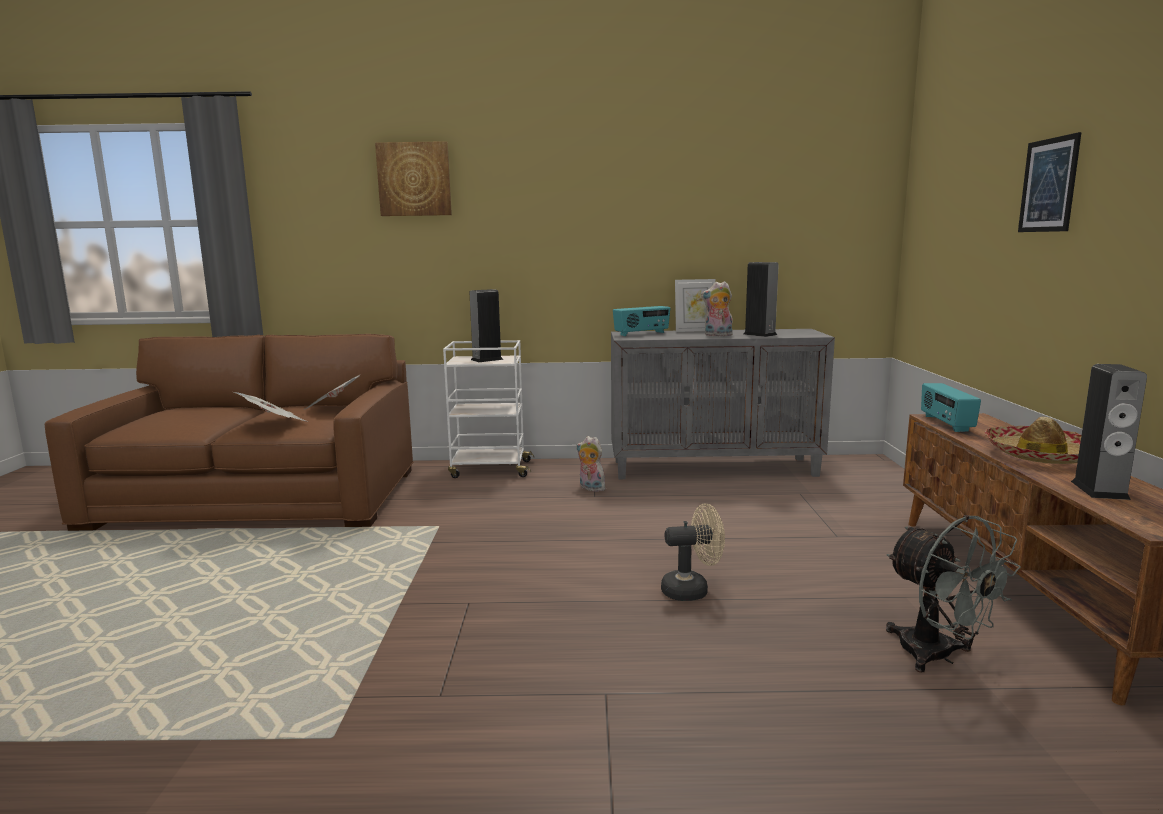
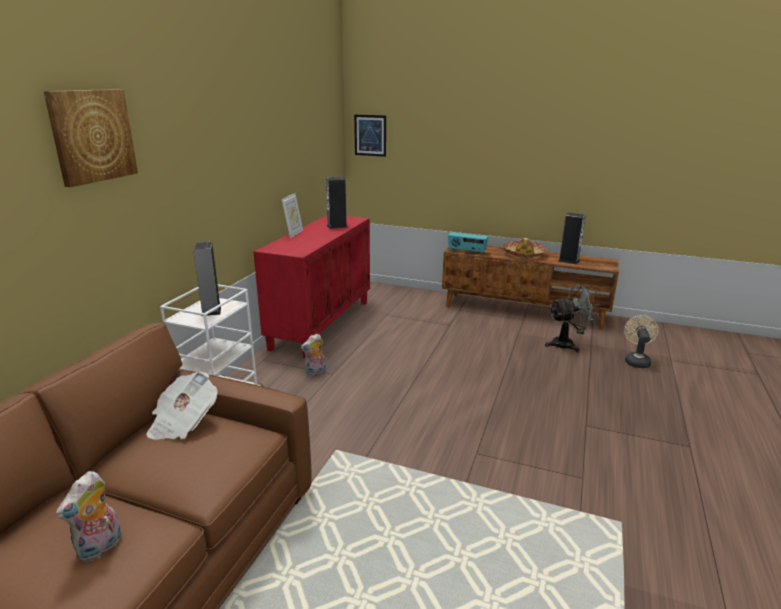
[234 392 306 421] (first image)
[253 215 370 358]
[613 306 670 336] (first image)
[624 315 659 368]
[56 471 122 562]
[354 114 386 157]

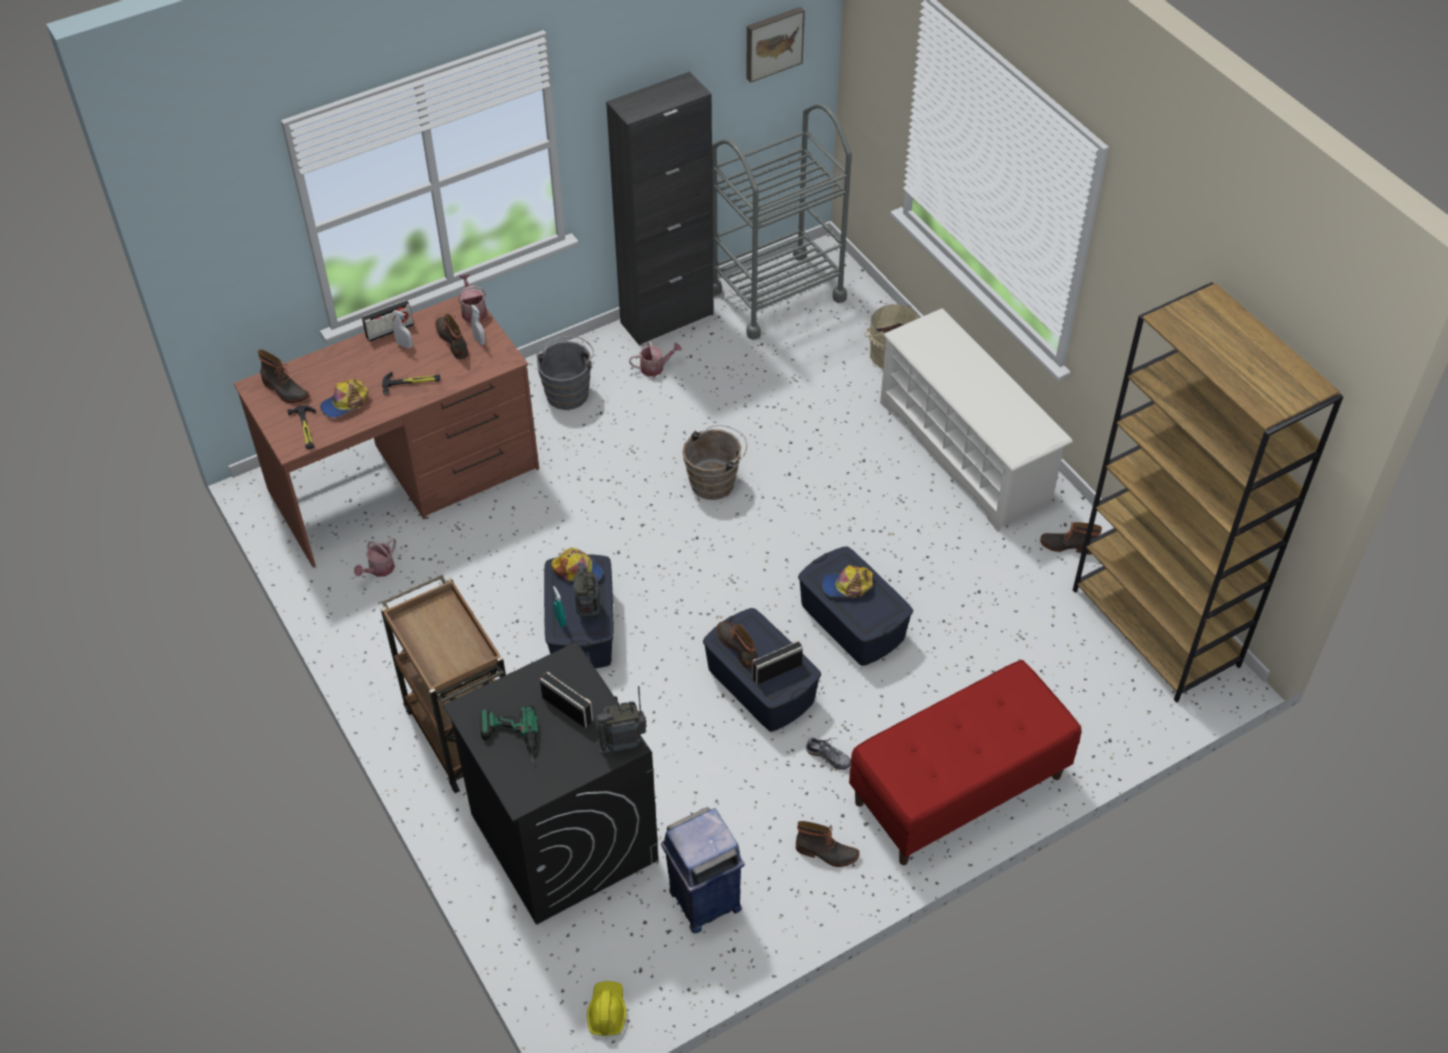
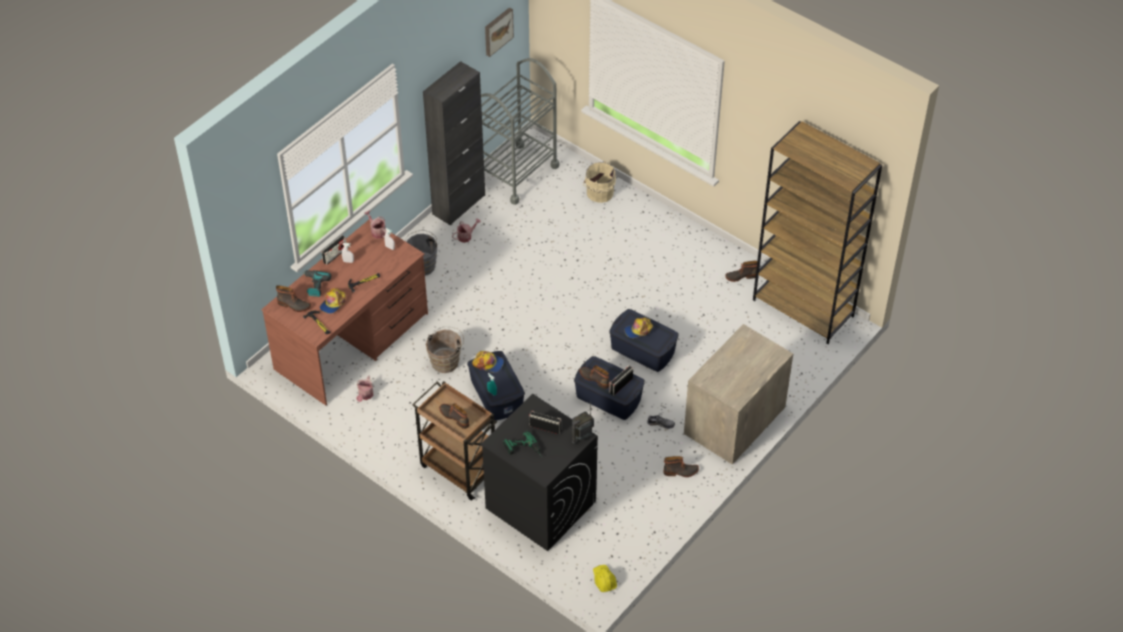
[439 403 469 429]
[574 563 600 618] (first image)
[661 807 745 933] (first image)
[426 326 464 373]
[684 324 793 465]
[880 308 1073 532] (first image)
[302 270 331 297]

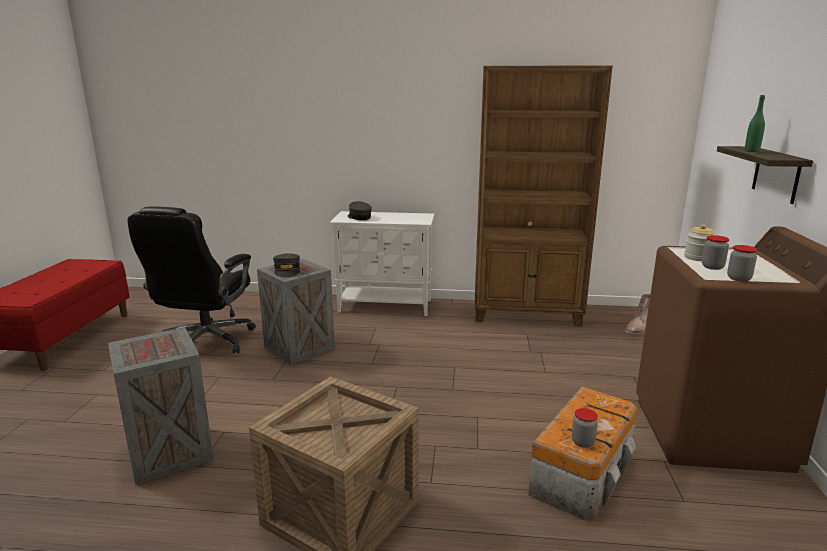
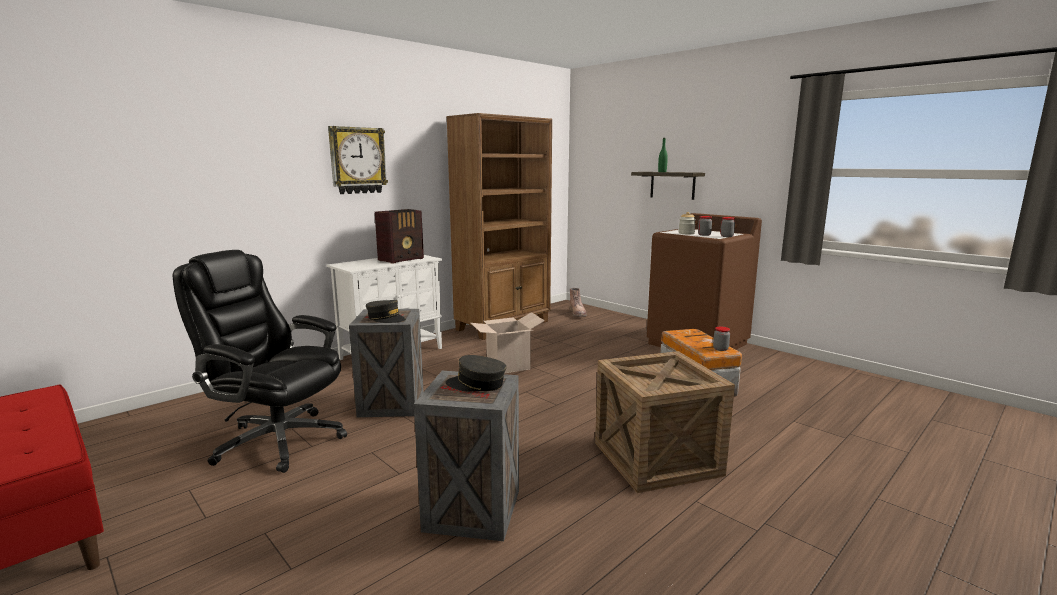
[173 250 347 473]
[445 355 506 392]
[328 126 388 194]
[375 209 424 264]
[471 312 545 374]

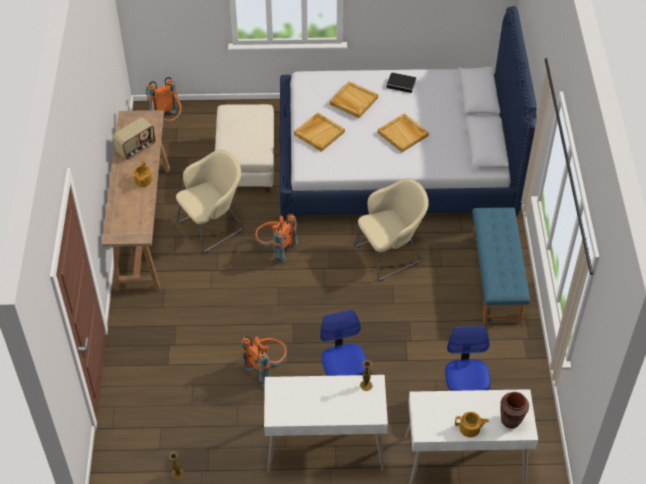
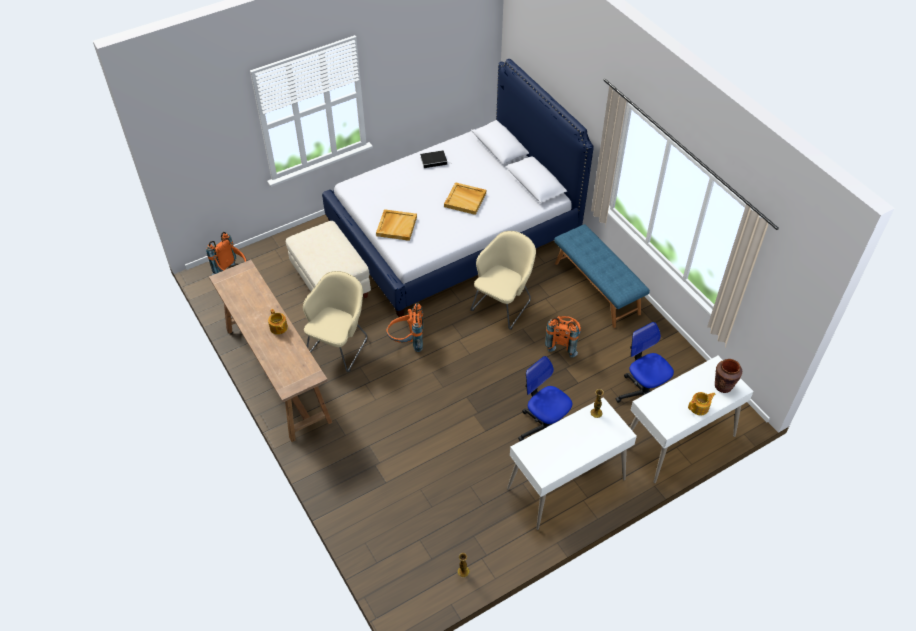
[112 117 155 160] (first image)
[545 316 581 357]
[330 81 378 118] (first image)

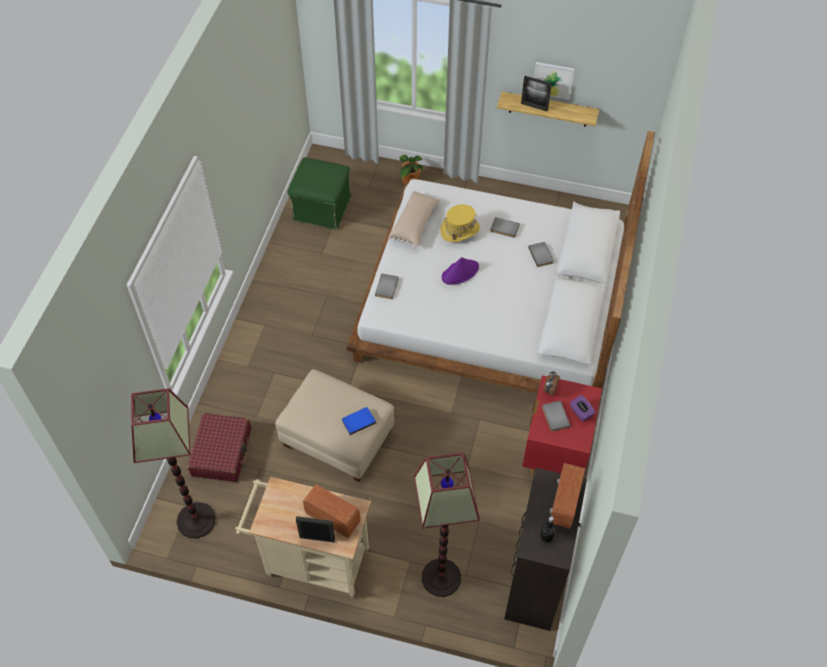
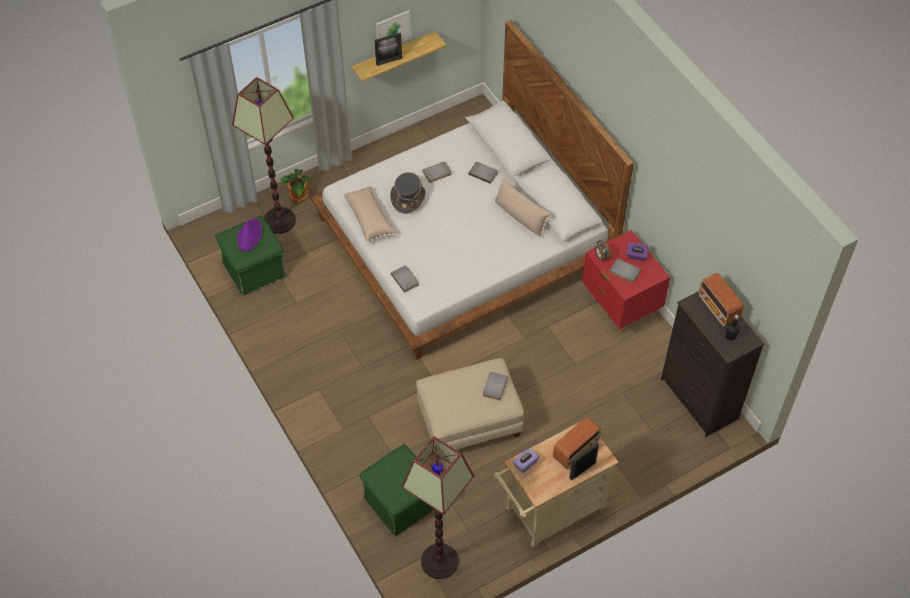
[359 444 435 537]
[553 417 601 469]
[483 372 508 400]
[232 77 296 234]
[390 172 426 214]
[237 219 262 251]
[494 178 552 237]
[513 448 539 473]

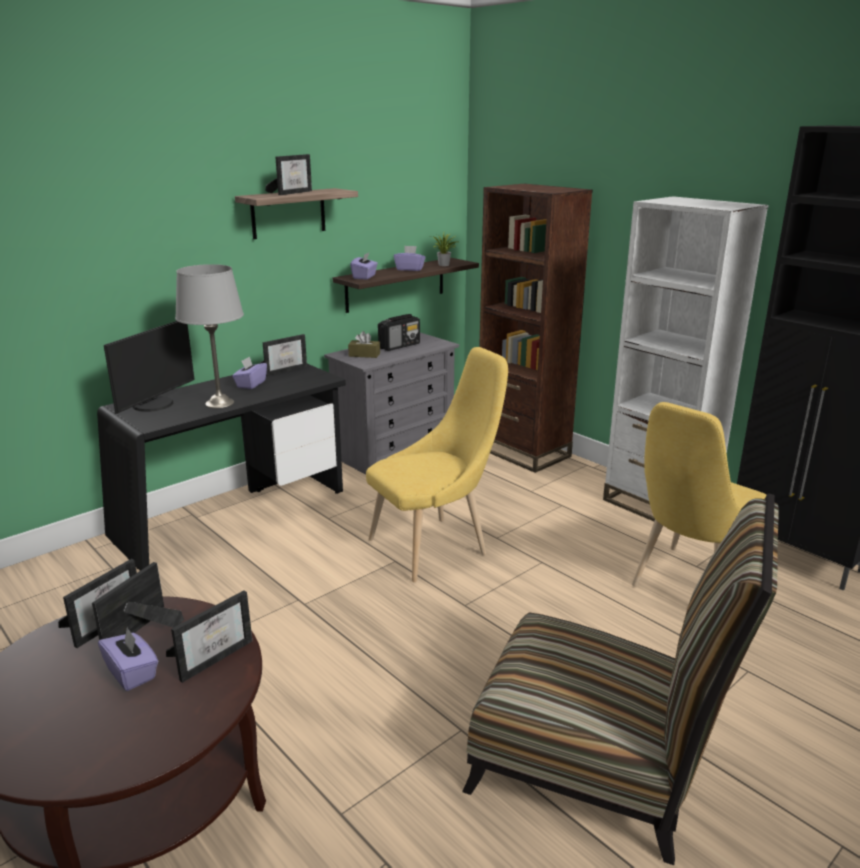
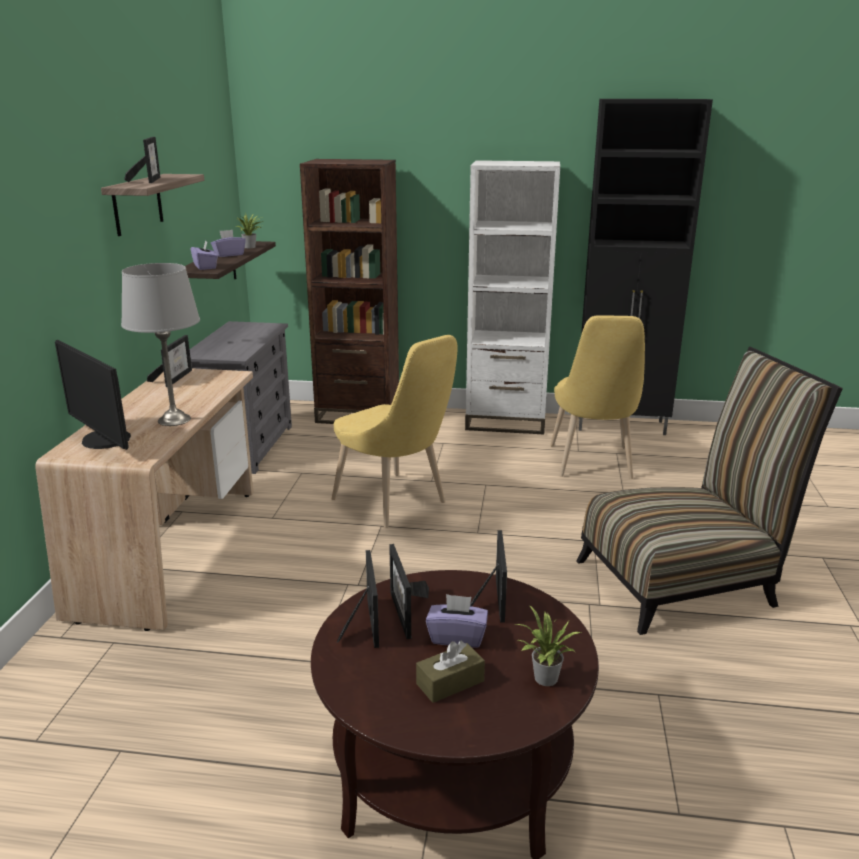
[35 368 253 631]
[55 340 131 450]
[232 356 267 389] (first image)
[416 641 485 703]
[332 335 457 528]
[378 314 420 351] (first image)
[516 605 581 686]

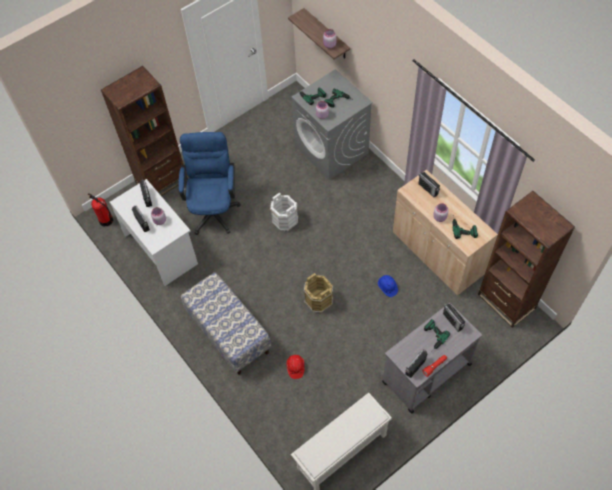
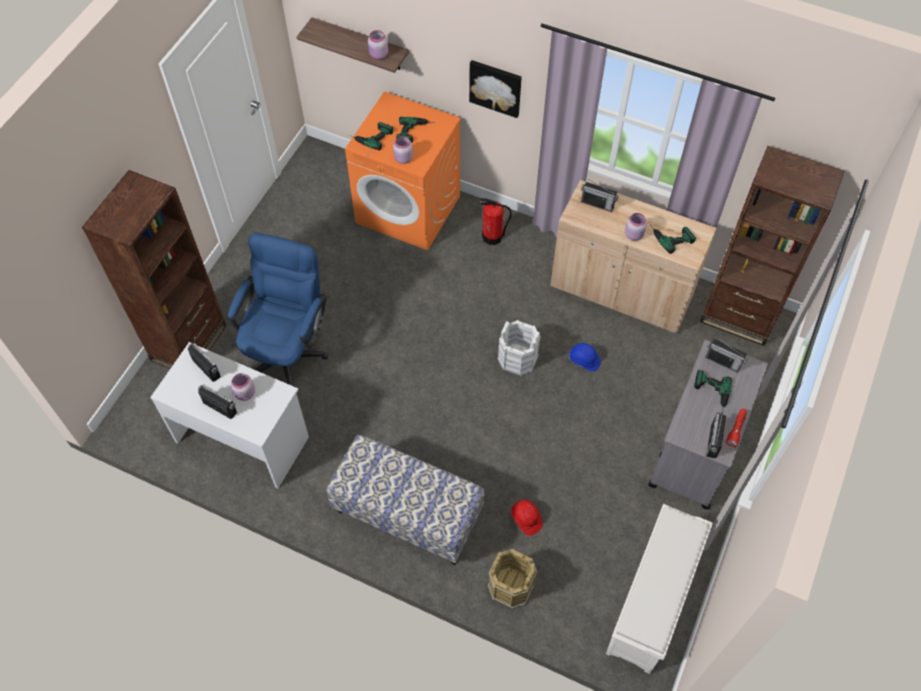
[480 198 512 245]
[228 232 328 386]
[498 320 541 376]
[345 91 461 251]
[488 549 537 609]
[469 60 522 118]

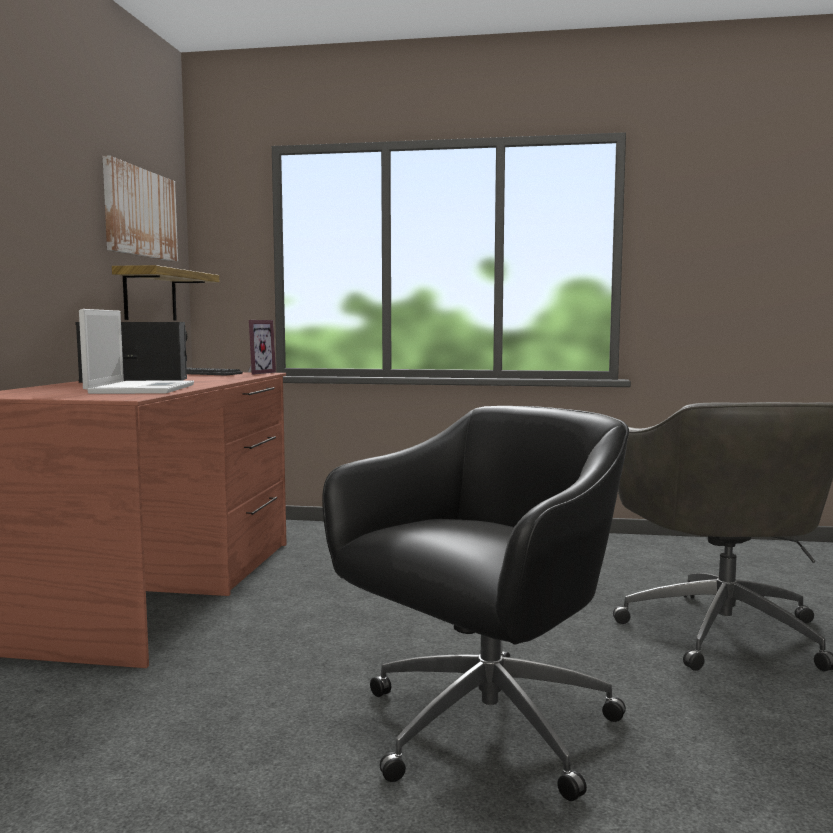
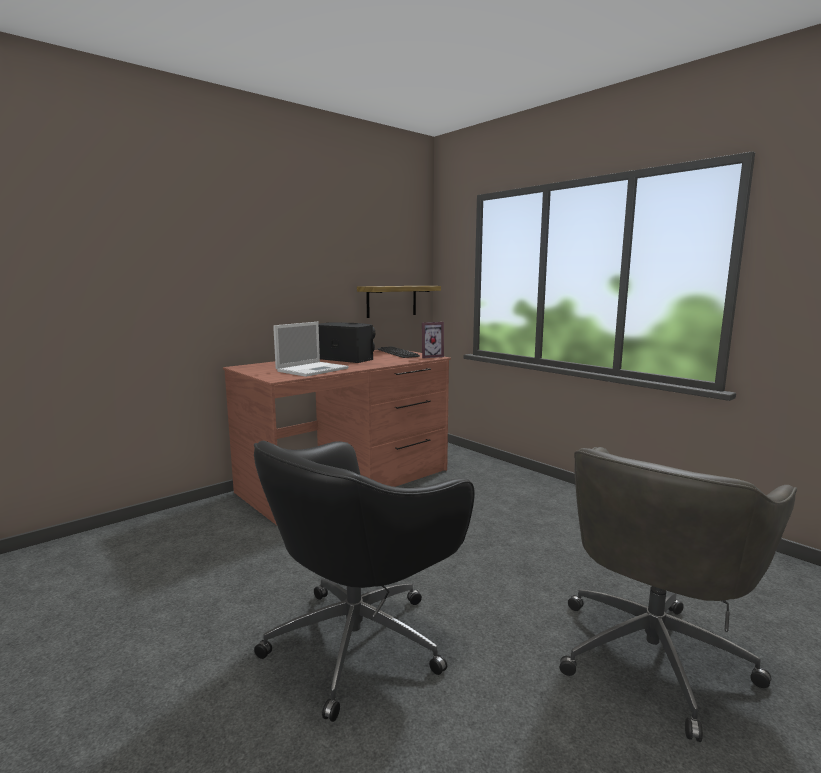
[102 156 178 262] (first image)
[254 441 475 722]

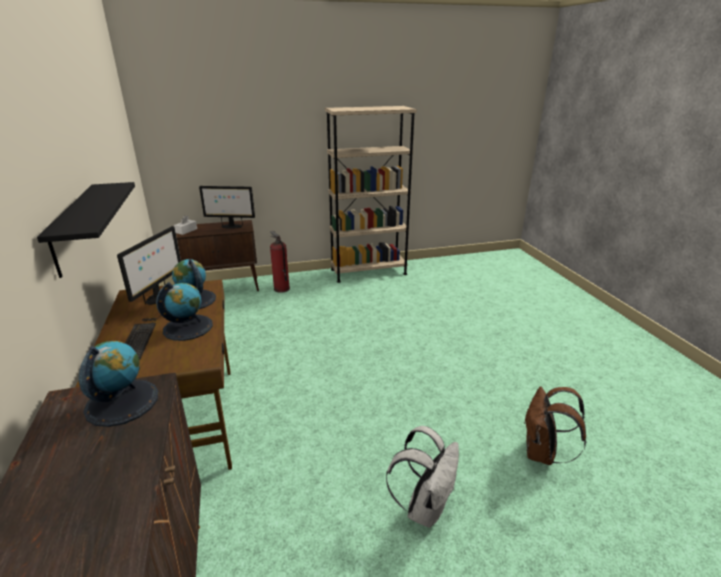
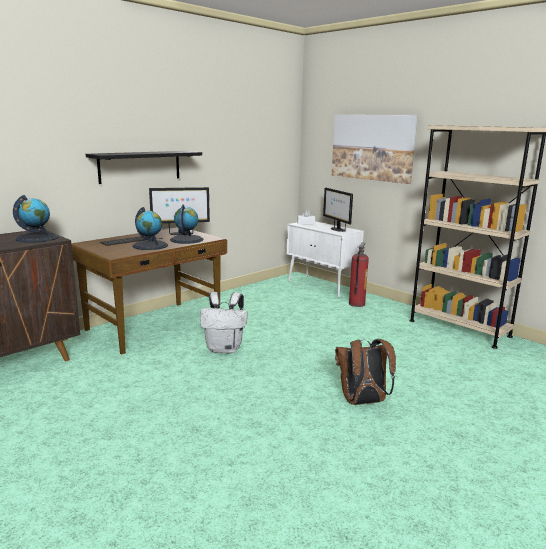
[287 221 364 298]
[200 292 247 353]
[335 339 396 405]
[332 115 418 184]

